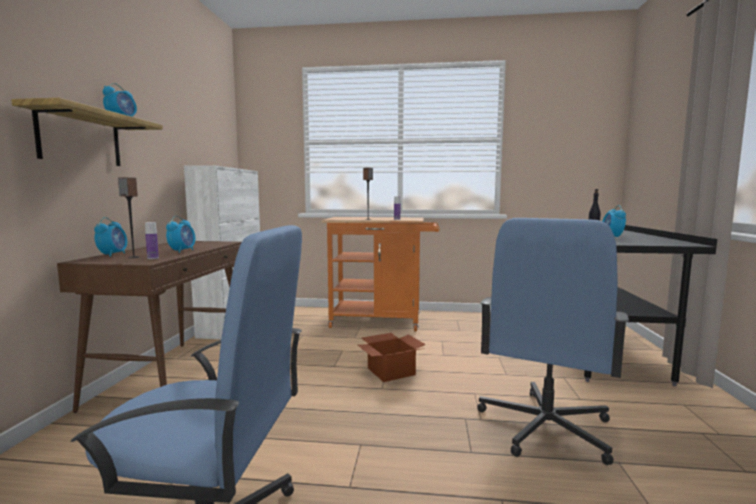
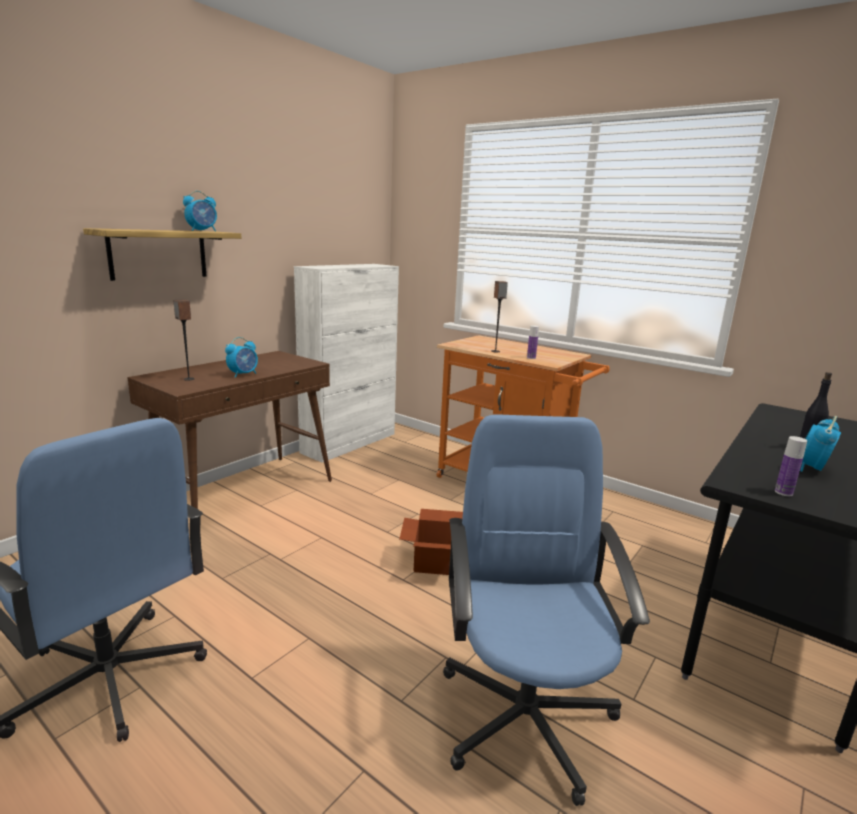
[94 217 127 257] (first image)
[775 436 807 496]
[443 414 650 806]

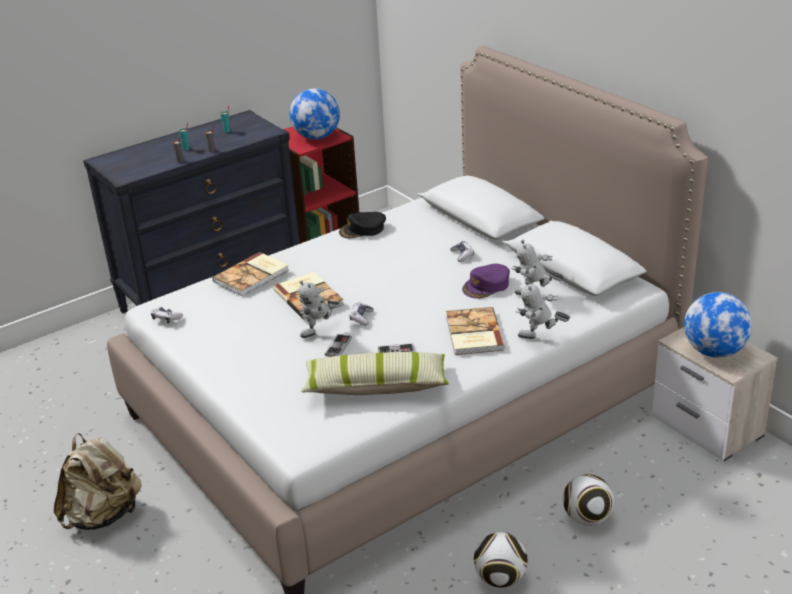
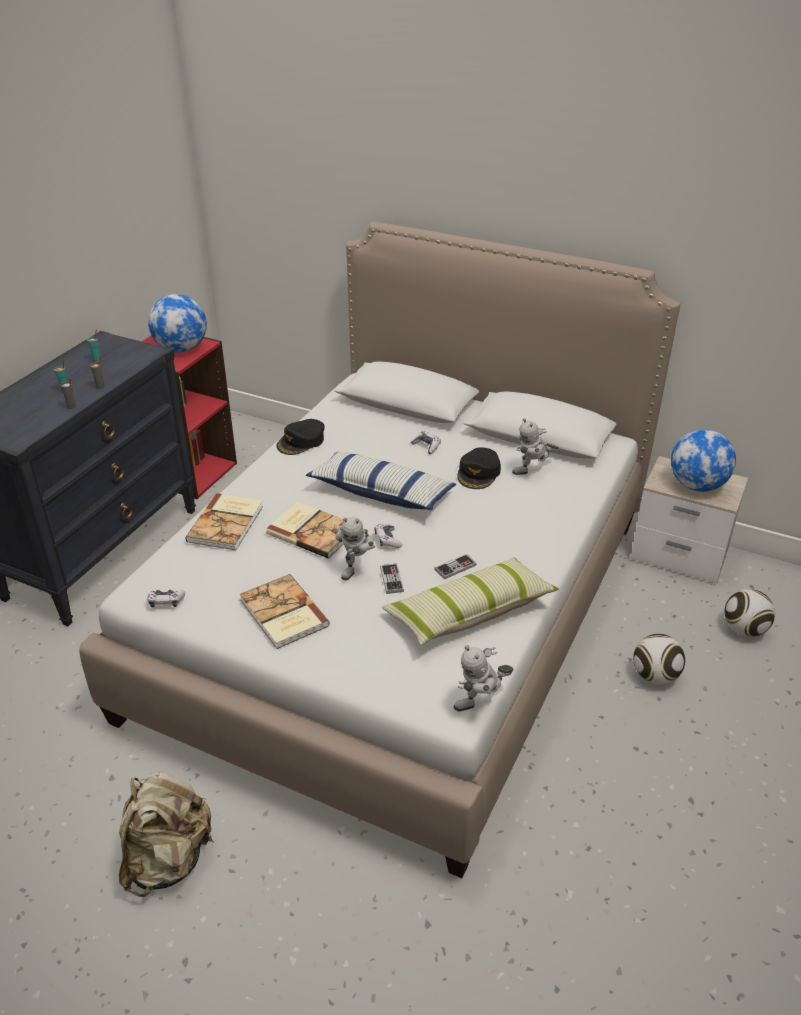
[239 574 330 649]
[458 448 501 489]
[724 589 775 637]
[454 645 514 711]
[306 452 456 510]

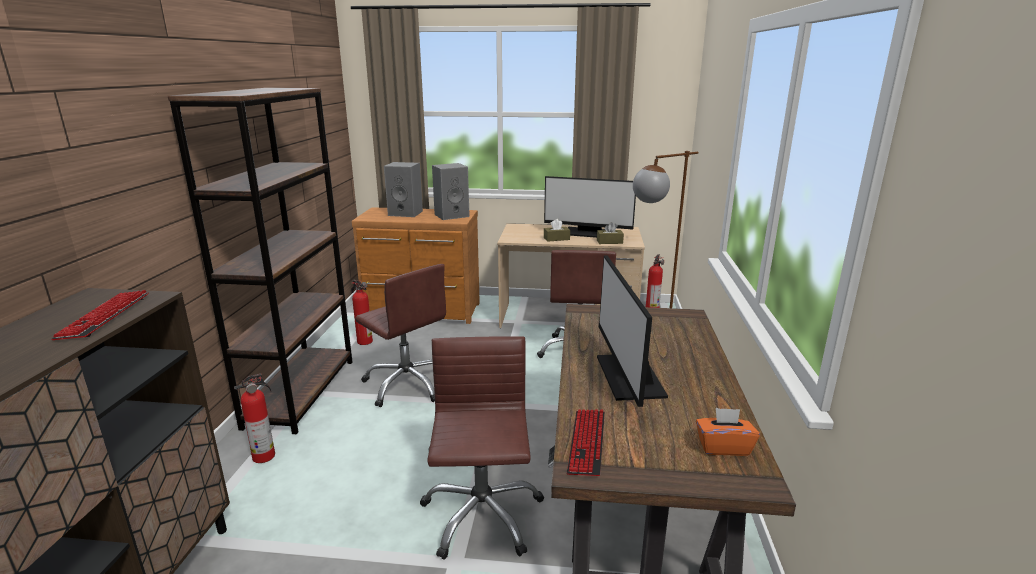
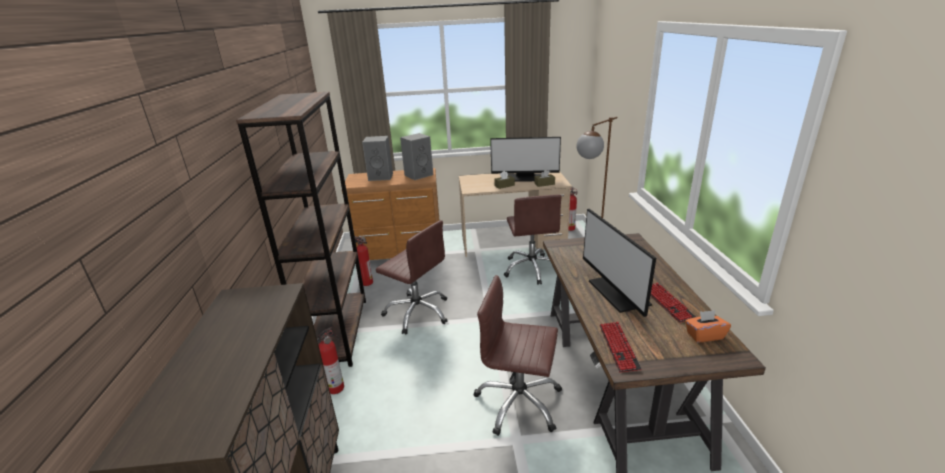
[650 282 696 323]
[474 275 562 436]

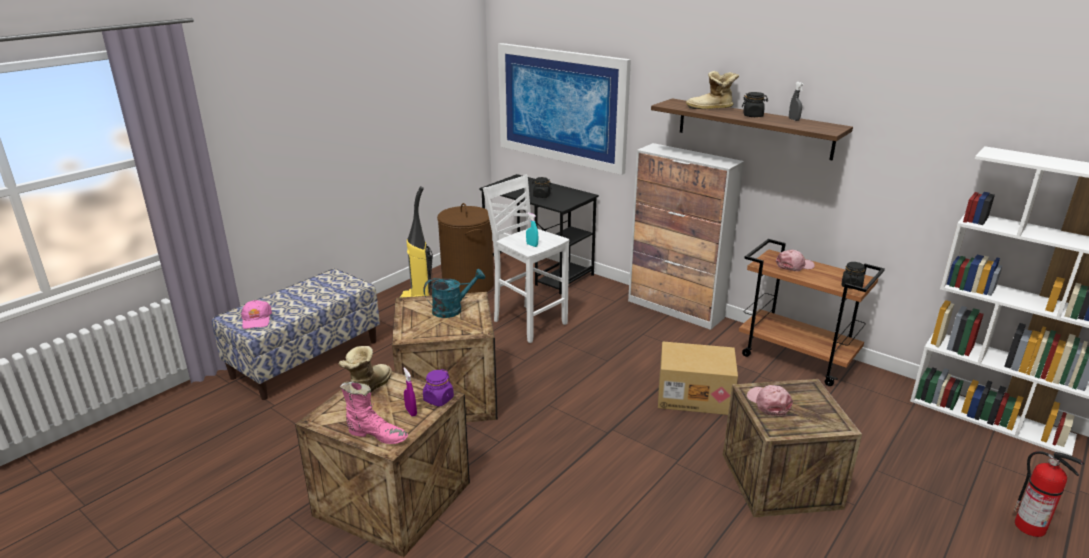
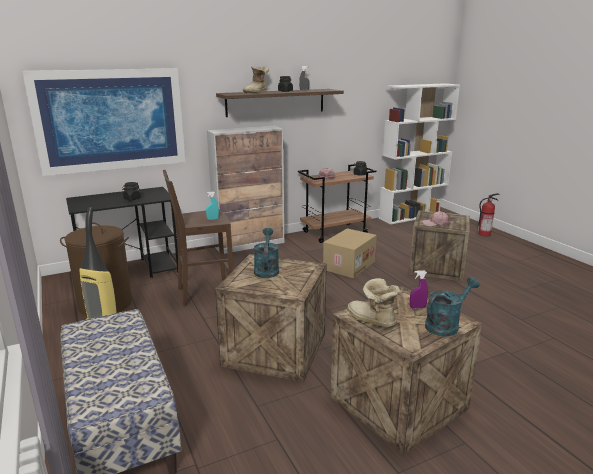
[241 300 272 329] (first image)
[425 277 479 336]
[423 369 454 407] (first image)
[163 170 234 306]

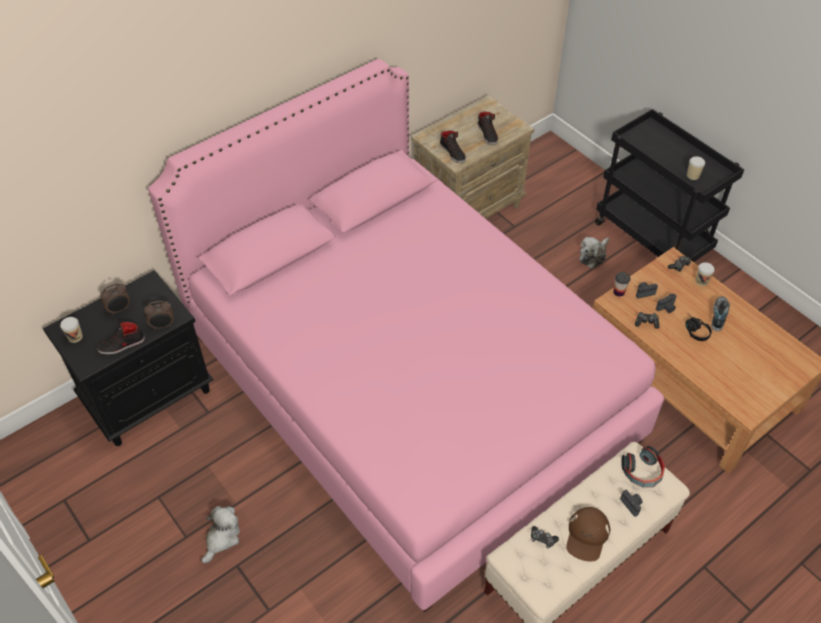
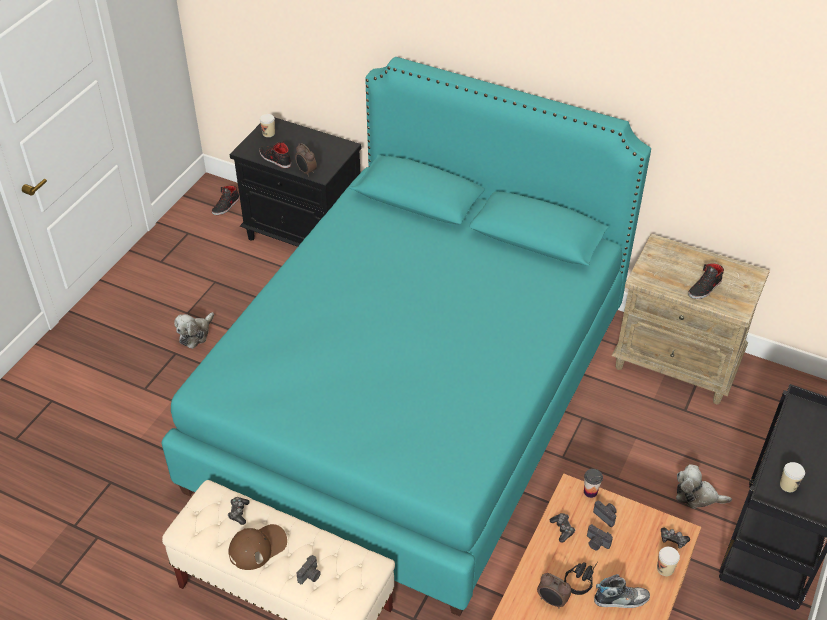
[537 573 571 609]
[161 57 651 617]
[174 312 214 349]
[212 186 240 215]
[228 524 287 570]
[621 446 665 488] (first image)

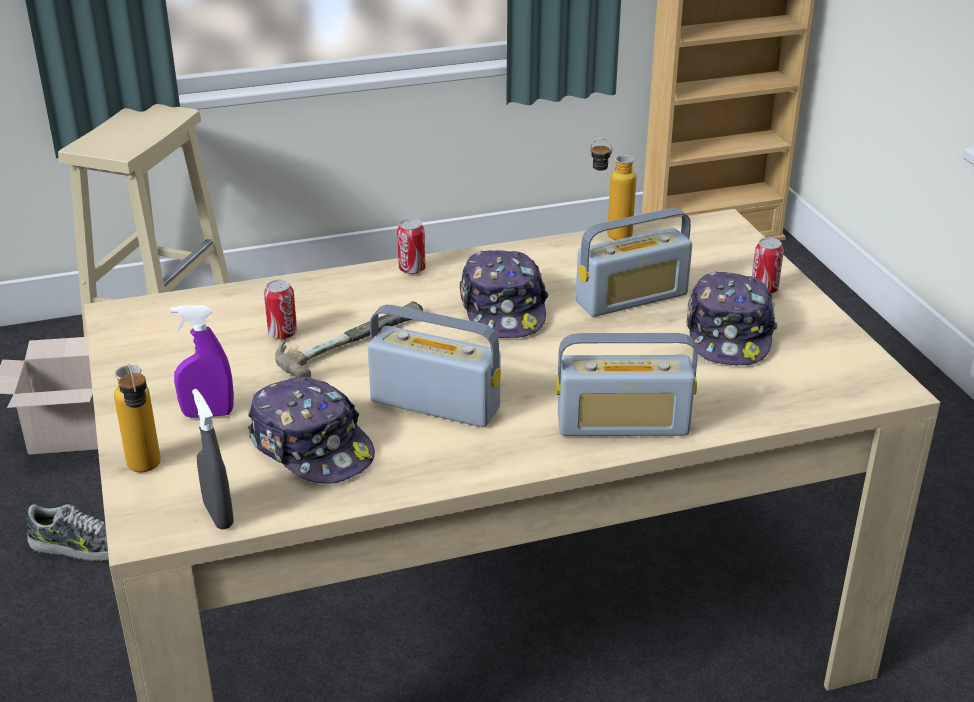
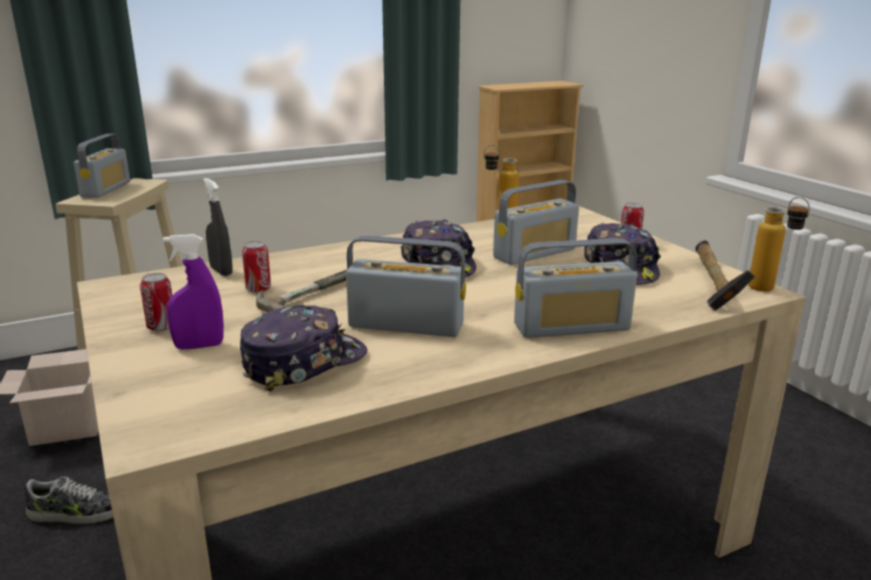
[748 197 810 291]
[203 178 233 276]
[240 305 367 391]
[140 273 172 331]
[74 134 130 198]
[695 240 755 311]

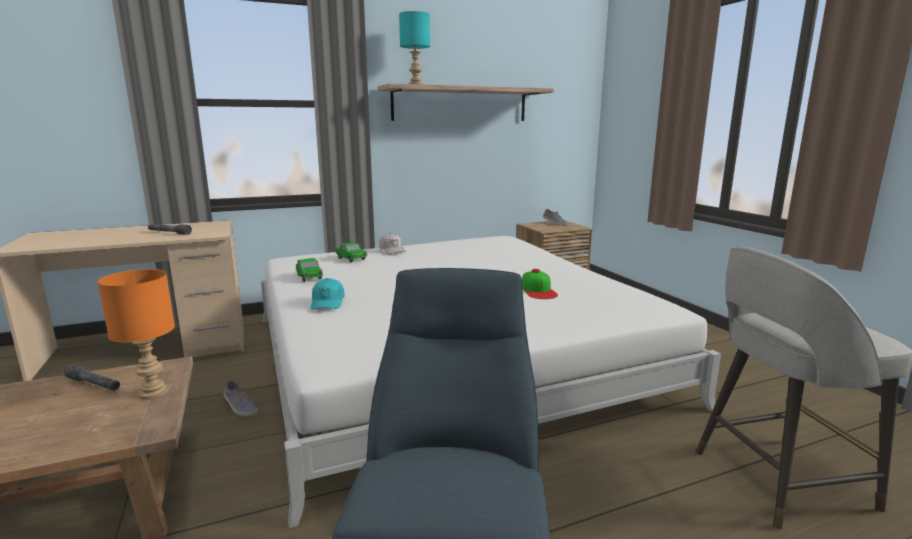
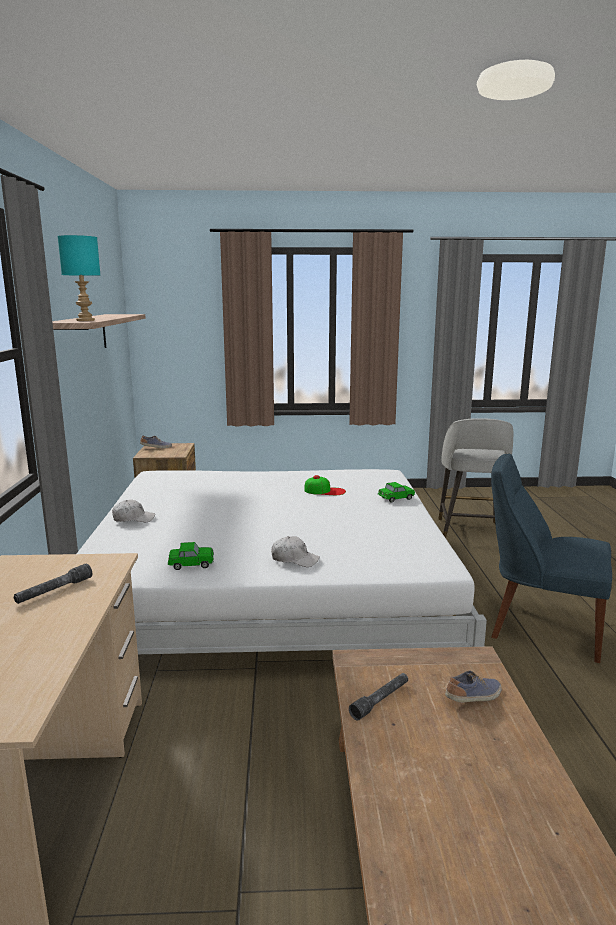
[97 269 175 400] (first image)
[445 671 502 702]
[271 536 320 567]
[378 482 415 503]

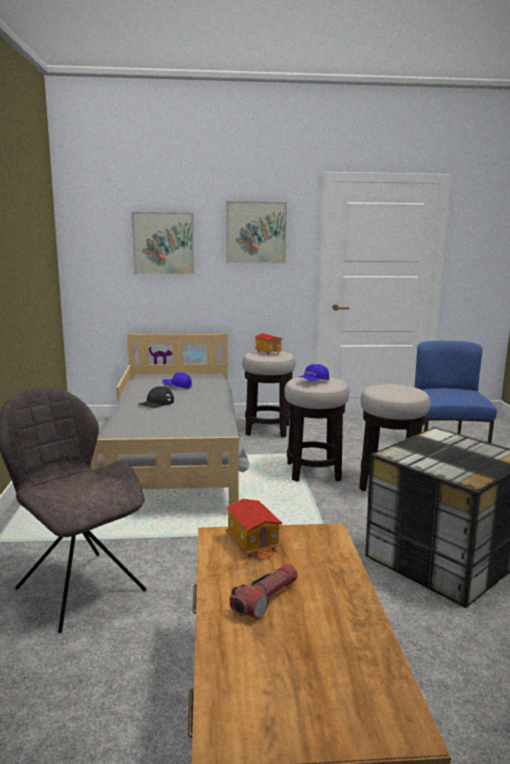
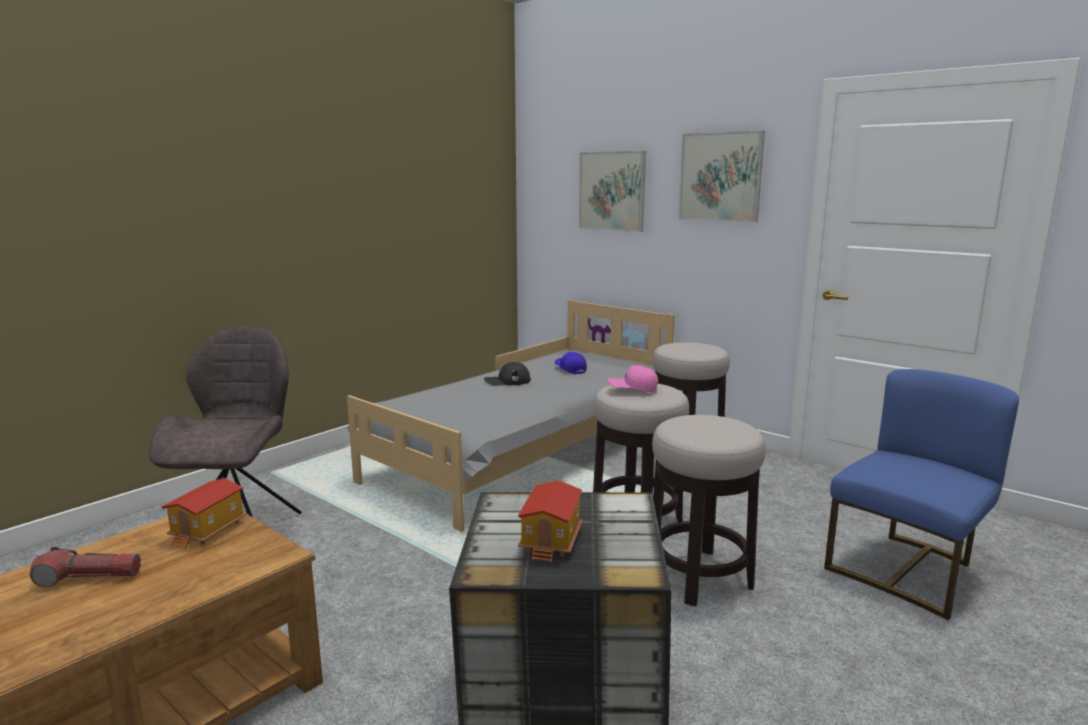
[518 480 583 562]
[607 365 658 393]

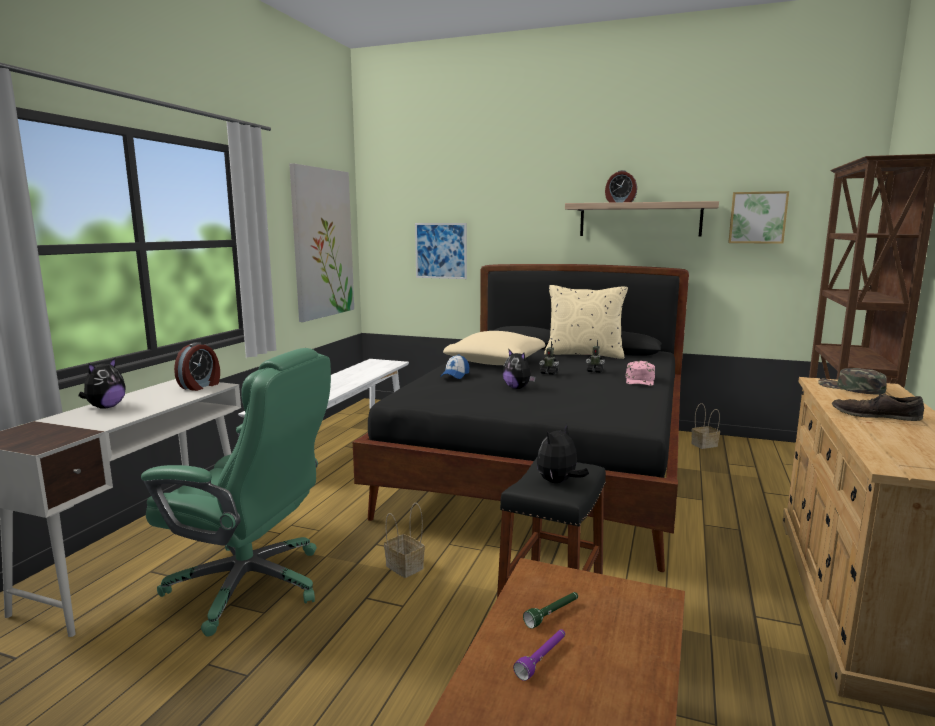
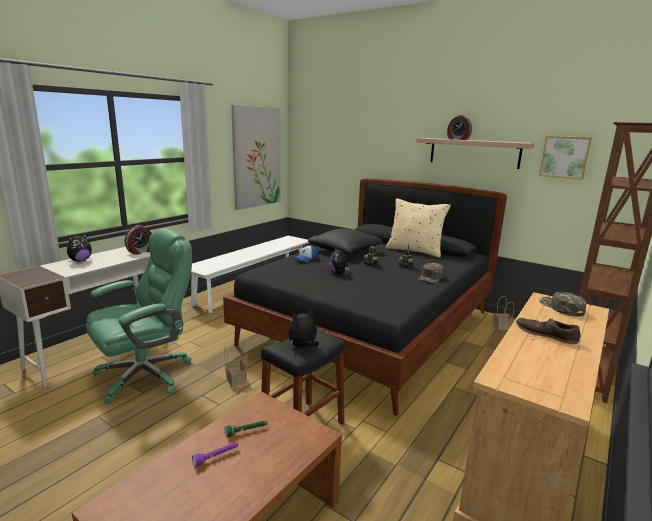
[86 228 192 404]
[415 223 467 279] (first image)
[308 229 383 255]
[418 263 444 283]

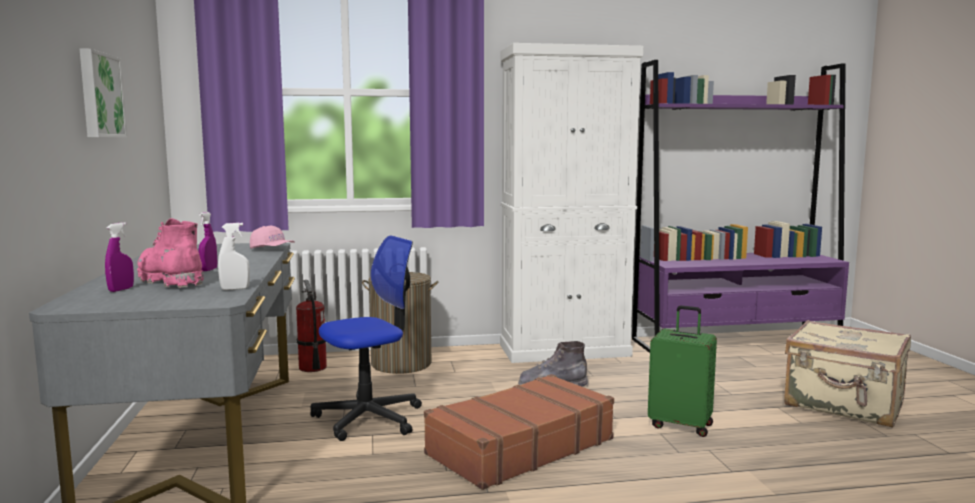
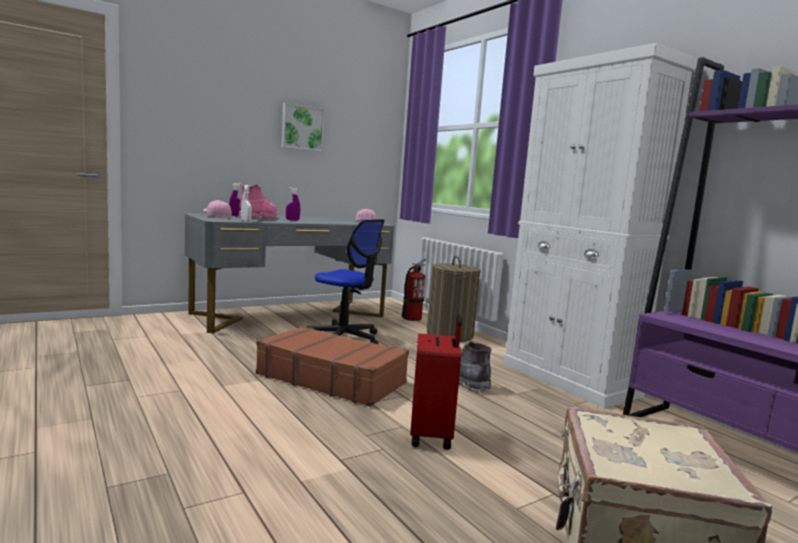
[410 314 462 450]
[203 200 232 218]

